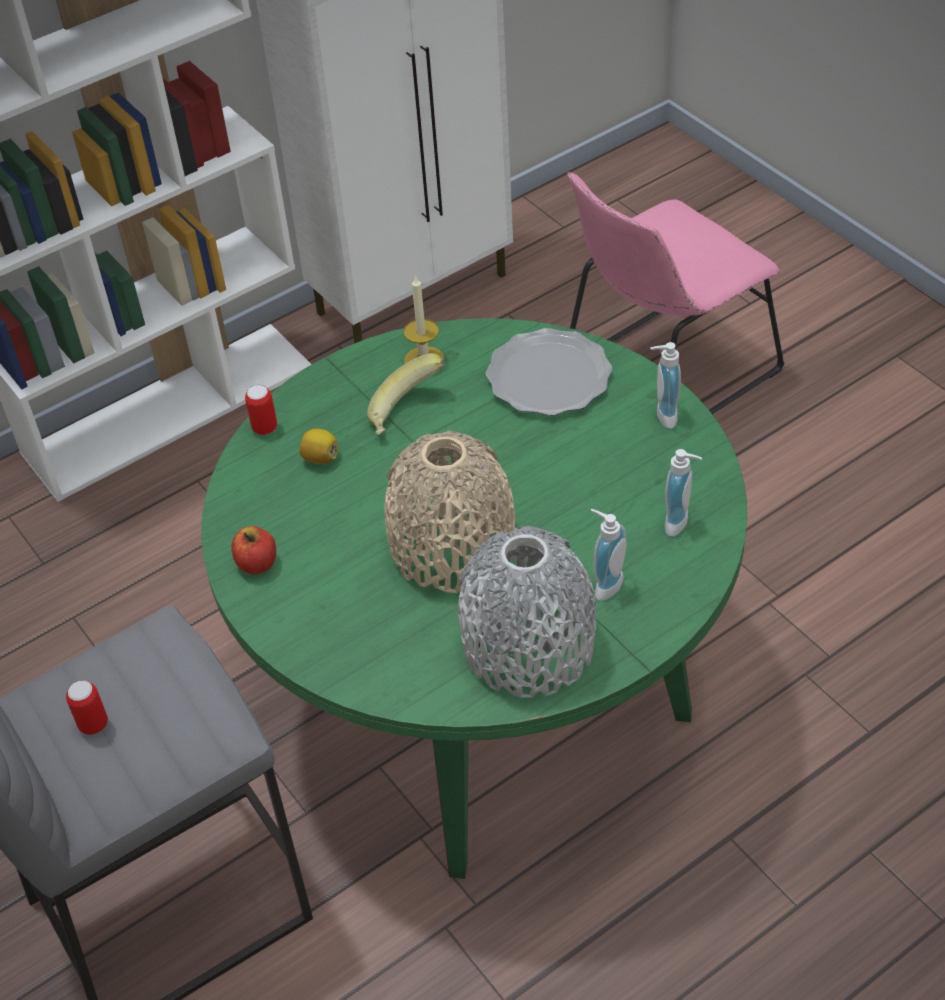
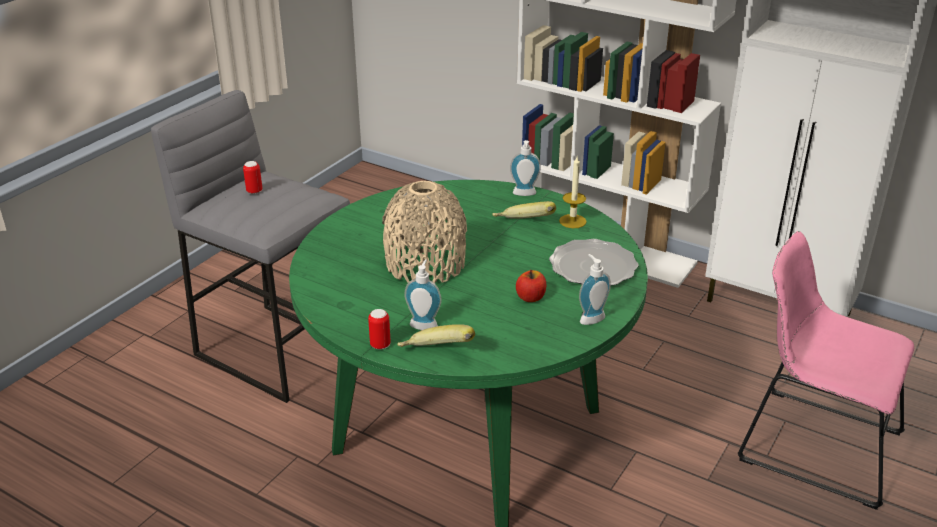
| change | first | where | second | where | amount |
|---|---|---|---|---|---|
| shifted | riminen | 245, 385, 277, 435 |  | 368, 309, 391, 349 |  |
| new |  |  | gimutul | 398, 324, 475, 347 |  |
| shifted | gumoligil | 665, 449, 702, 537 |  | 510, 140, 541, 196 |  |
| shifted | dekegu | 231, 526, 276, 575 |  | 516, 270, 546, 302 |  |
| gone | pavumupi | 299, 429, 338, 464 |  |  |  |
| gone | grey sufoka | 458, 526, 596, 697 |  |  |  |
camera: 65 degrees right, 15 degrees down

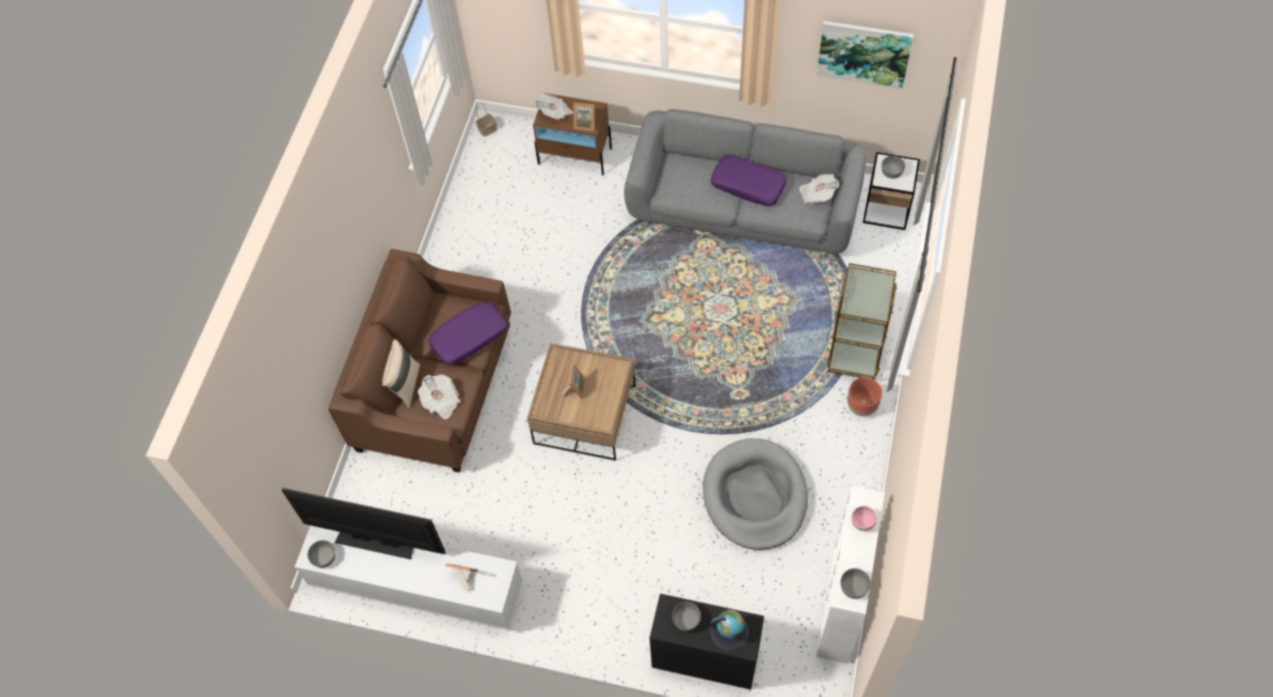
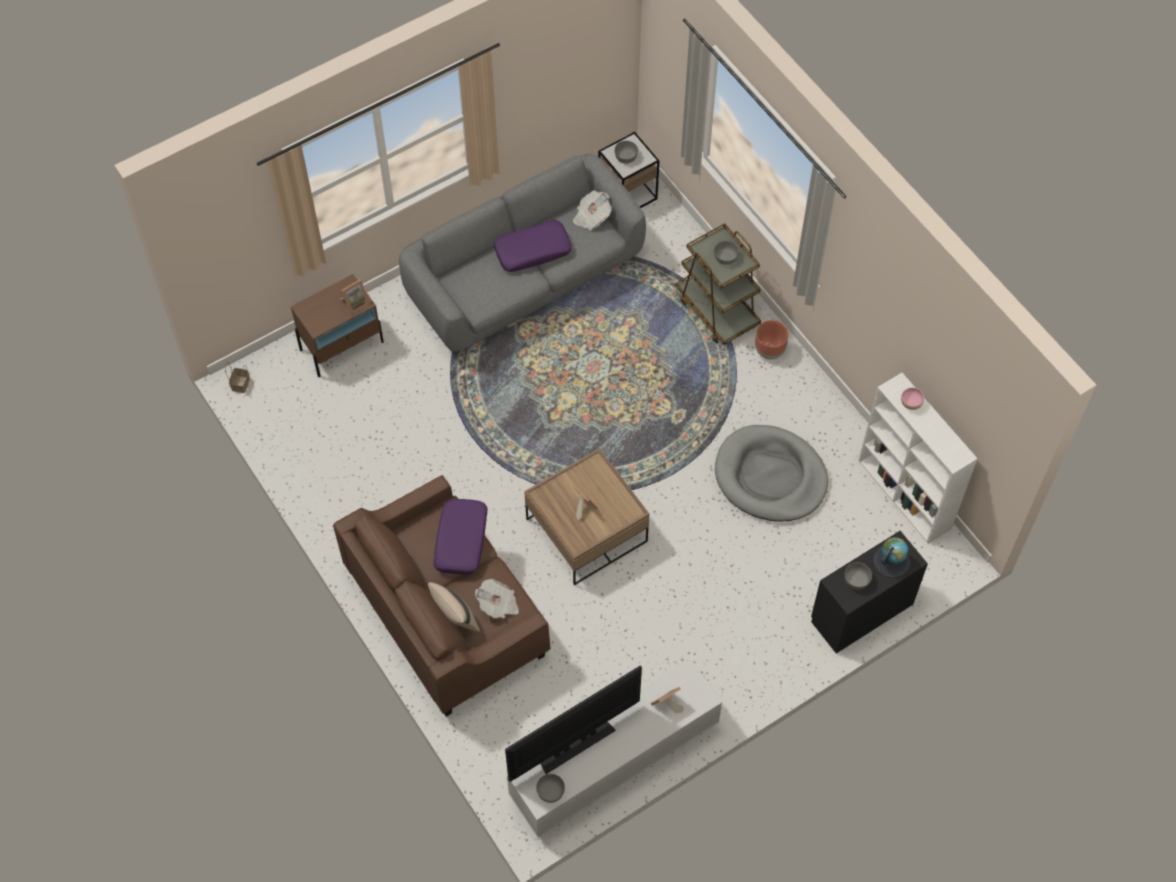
| change | first | where | second | where | amount |
|---|---|---|---|---|---|
| shifted | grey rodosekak | 841, 568, 871, 599 |  | 714, 241, 739, 265 |  |
| gone | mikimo | 534, 93, 573, 120 |  |  |  |
| gone | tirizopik | 817, 21, 914, 89 |  |  |  |
camera: 50 degrees left, 0 degrees up

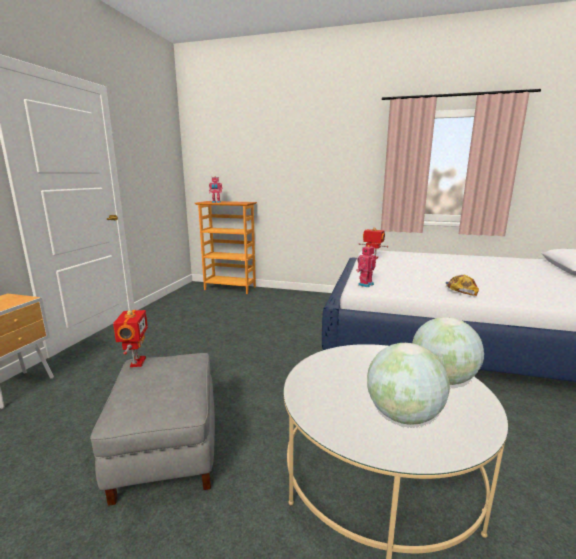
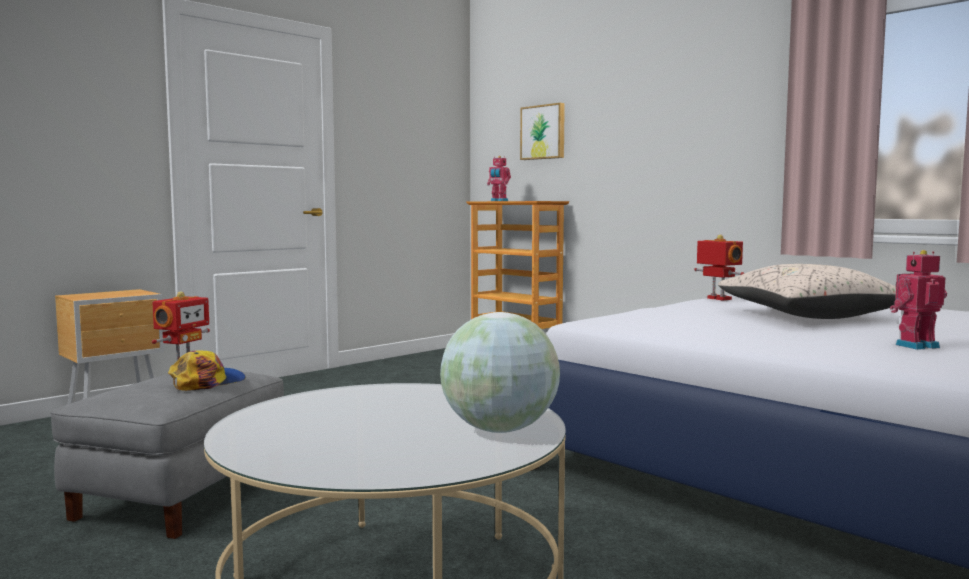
| change | first | where | second | where | amount |
|---|---|---|---|---|---|
| shifted | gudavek | 446, 275, 479, 296 |  | 168, 350, 246, 391 |  |
| new |  |  | tirizopik | 520, 103, 565, 160 |  |
| new |  |  | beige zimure | 718, 264, 896, 319 |  |
| shifted | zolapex | 356, 245, 376, 287 |  | 890, 250, 947, 350 |  |
| gone | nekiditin | 367, 343, 450, 425 |  |  |  |
camera: 30 degrees right, 10 degrees down

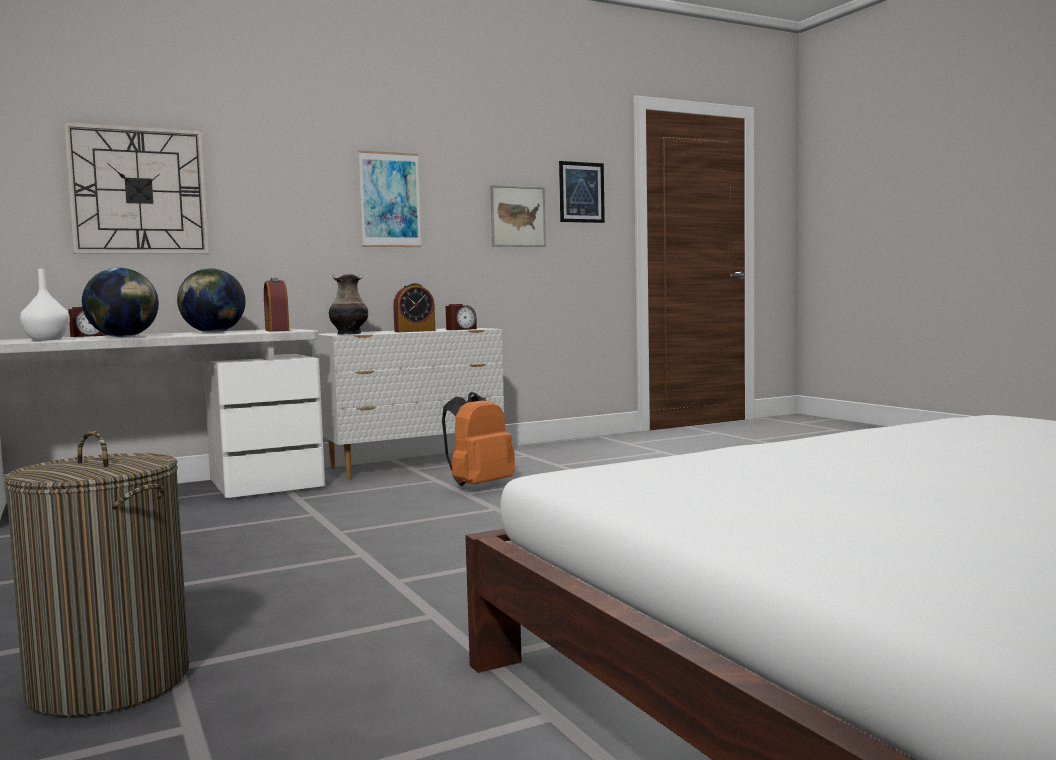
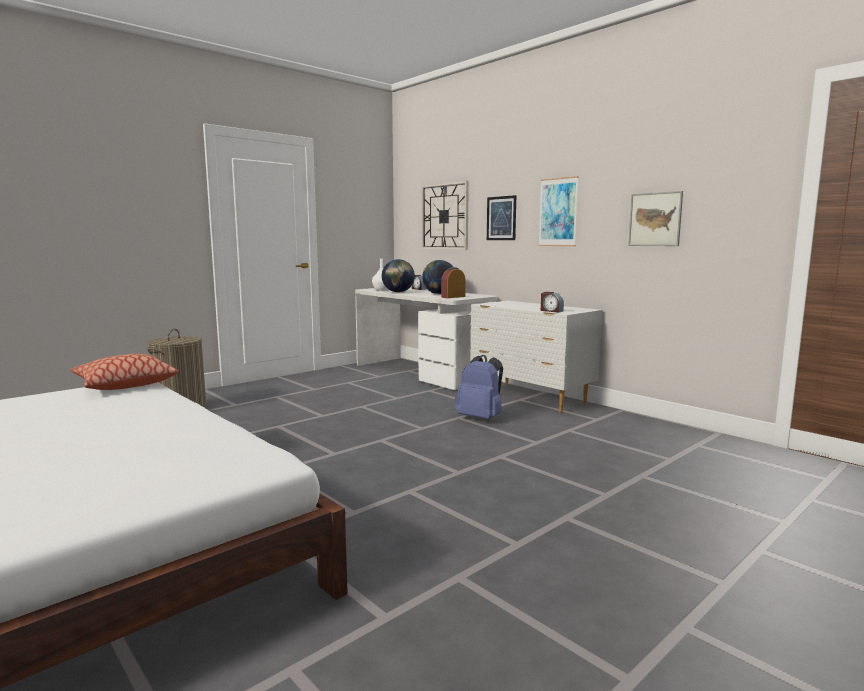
| change | first | where | second | where | amount |
|---|---|---|---|---|---|
| new |  |  | zimure | 71, 354, 179, 390 |  |
| repainted | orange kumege | 442, 392, 515, 486 | blue kumege | 455, 355, 503, 419 |  |
| shifted | tirizopik | 559, 161, 605, 223 |  | 487, 195, 516, 240 |  |
| gone | sufoka | 329, 274, 368, 334 |  |  |  |
| gone | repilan | 393, 283, 435, 332 |  |  |  |
camera: 75 degrees right, 5 degrees up

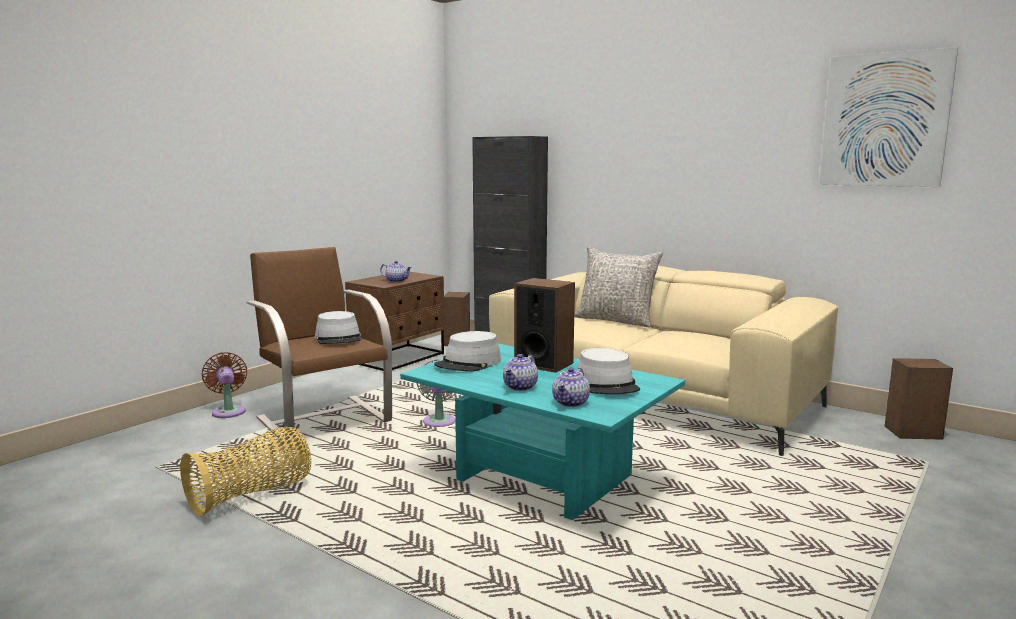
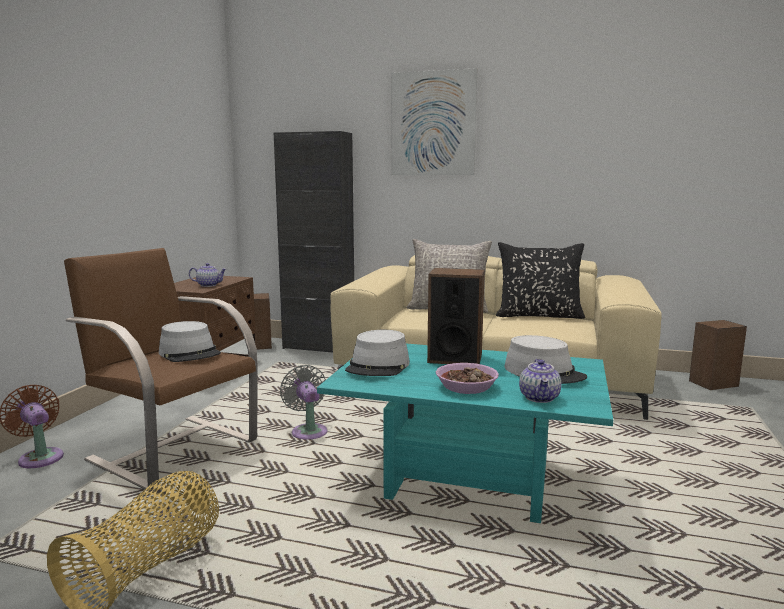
| change | first | where | second | where | amount |
|---|---|---|---|---|---|
| shifted | tirizopik | 819, 47, 958, 187 |  | 391, 68, 477, 175 |  |
| swapped | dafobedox | 503, 354, 538, 391 | rodosekak | 436, 363, 499, 394 |  |
| new |  |  | black zimure | 496, 242, 585, 319 |  |
camera: 20 degrees left, 0 degrees up

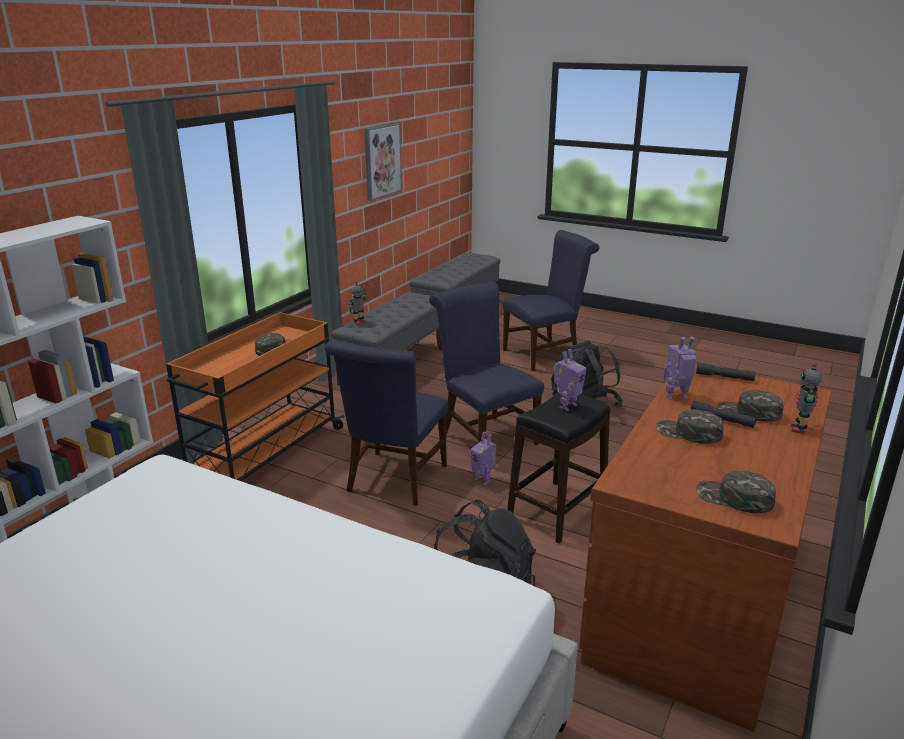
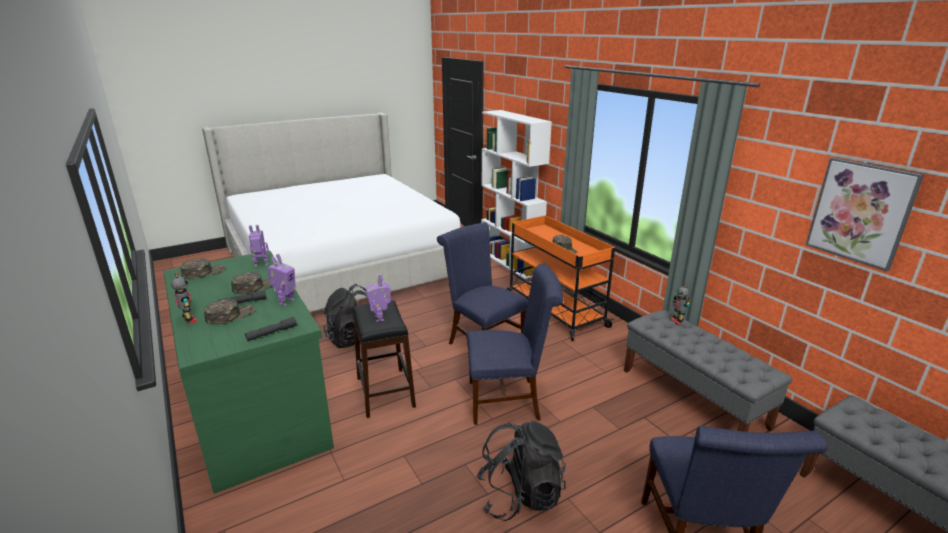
| change | first | where | second | where | amount |
|---|---|---|---|---|---|
| repainted | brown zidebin | 579, 364, 832, 732 | green zidebin | 163, 250, 334, 494 |  |
| shifted | zolapex | 471, 432, 496, 485 |  | 249, 225, 269, 267 |  |
camera: 120 degrees right, 0 degrees up

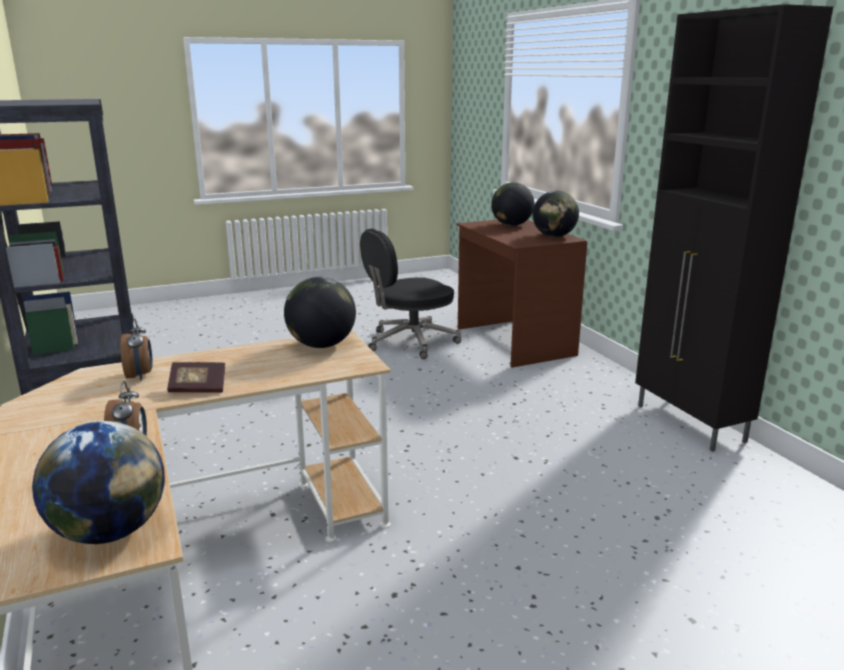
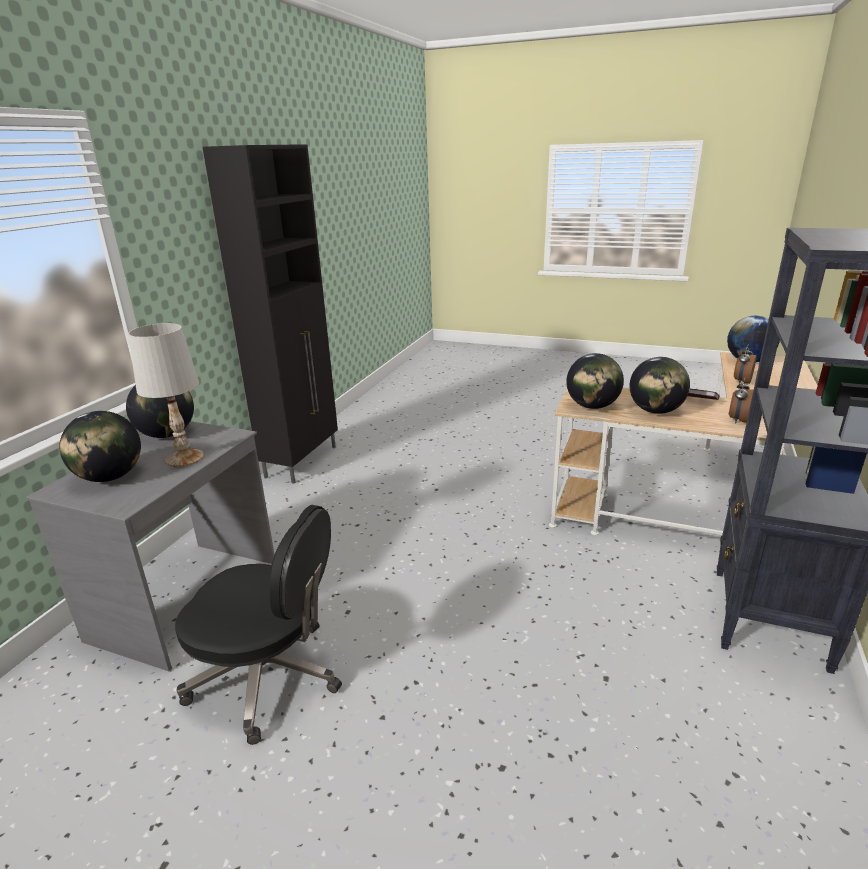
| change | first | where | second | where | amount |
|---|---|---|---|---|---|
| repainted | brown zidebin | 456, 220, 587, 368 | grey zidebin | 26, 421, 275, 671 |  |
| new |  |  | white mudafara | 128, 323, 204, 467 |  |
| new |  |  | nekiditin | 629, 357, 690, 414 |  |
camera: 135 degrees left, 5 degrees up

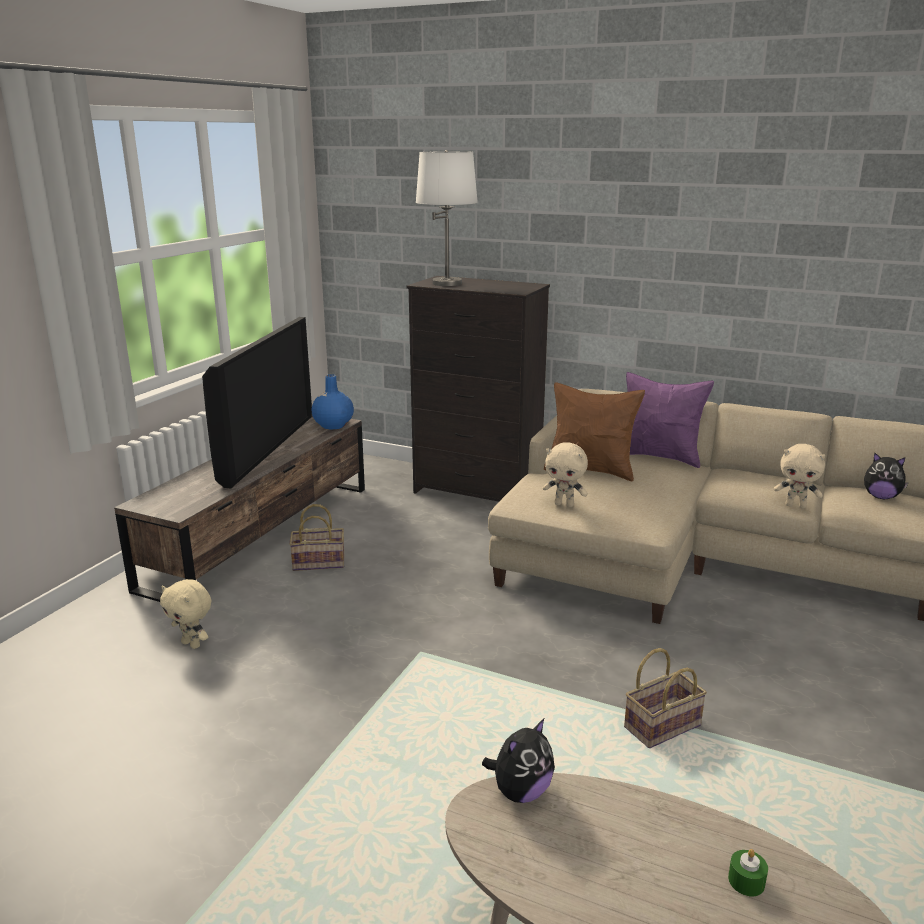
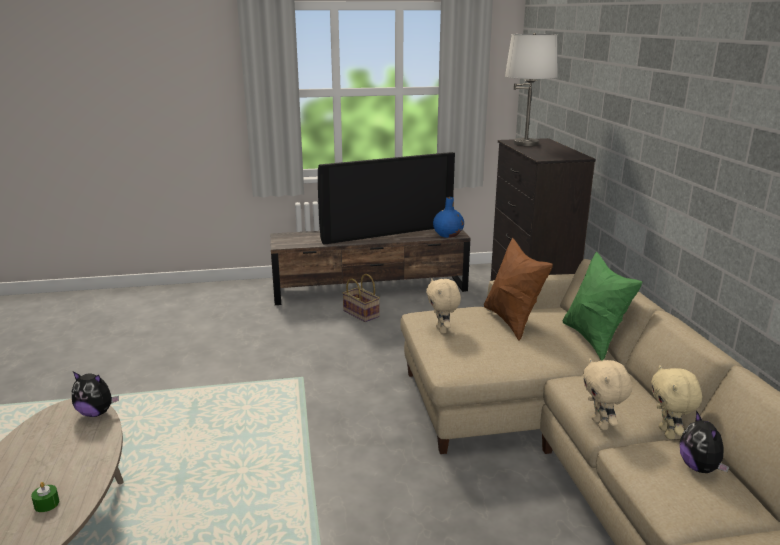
| change | first | where | second | where | amount |
|---|---|---|---|---|---|
| repainted | purple zimure | 626, 372, 714, 468 | green zimure | 563, 251, 642, 361 |  |
| shifted | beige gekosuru | 160, 579, 211, 649 |  | 651, 365, 702, 439 |  |
| gone | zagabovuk | 624, 648, 707, 748 |  |  |  |
camera: 55 degrees right, 0 degrees up

